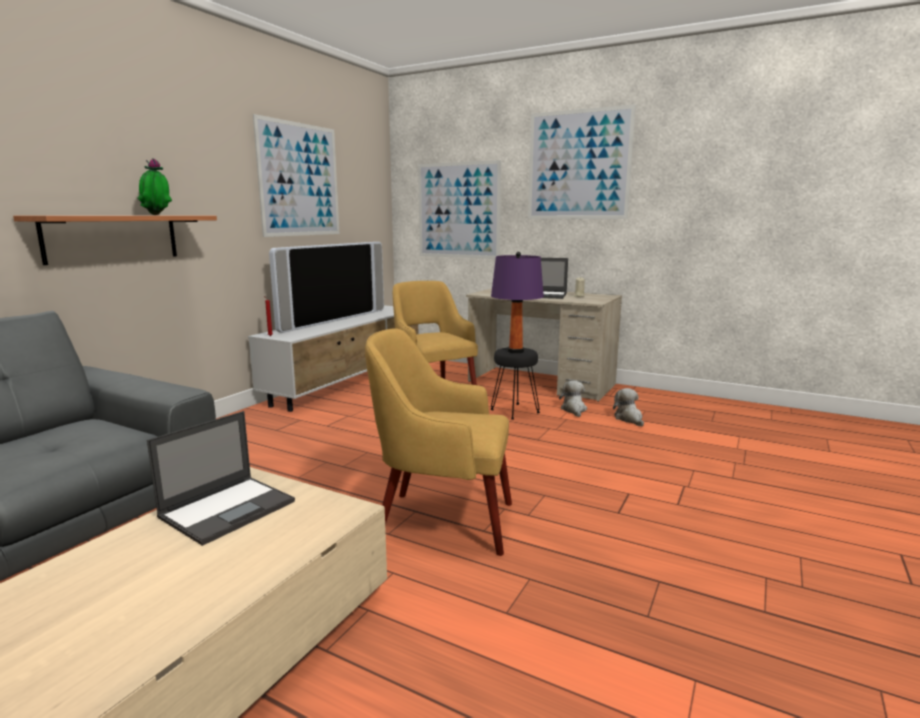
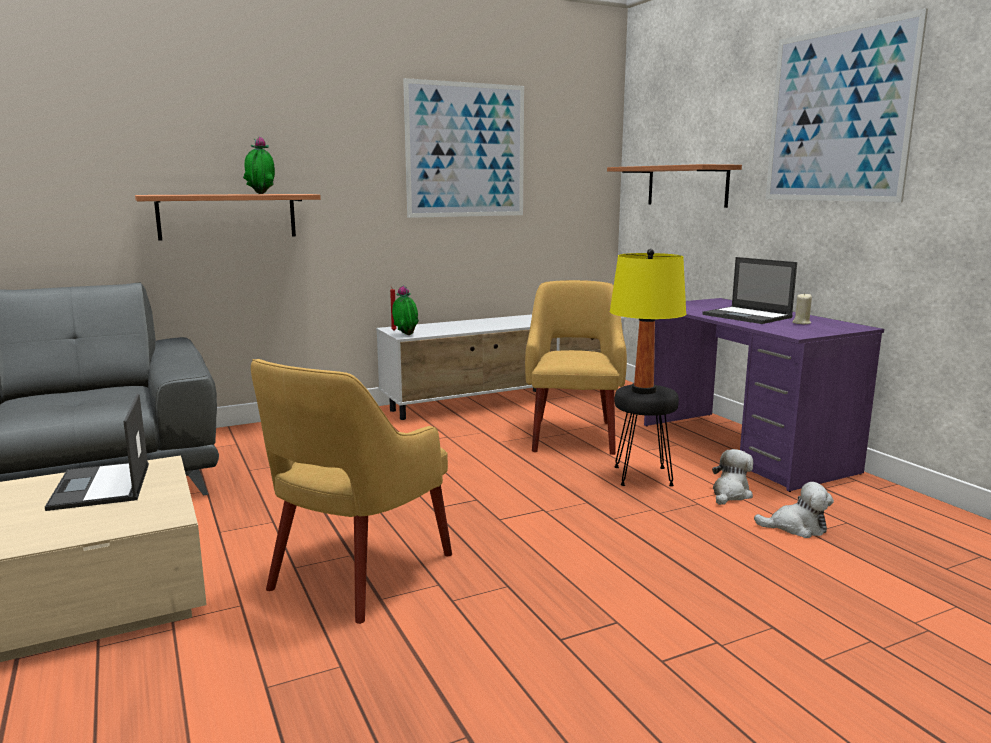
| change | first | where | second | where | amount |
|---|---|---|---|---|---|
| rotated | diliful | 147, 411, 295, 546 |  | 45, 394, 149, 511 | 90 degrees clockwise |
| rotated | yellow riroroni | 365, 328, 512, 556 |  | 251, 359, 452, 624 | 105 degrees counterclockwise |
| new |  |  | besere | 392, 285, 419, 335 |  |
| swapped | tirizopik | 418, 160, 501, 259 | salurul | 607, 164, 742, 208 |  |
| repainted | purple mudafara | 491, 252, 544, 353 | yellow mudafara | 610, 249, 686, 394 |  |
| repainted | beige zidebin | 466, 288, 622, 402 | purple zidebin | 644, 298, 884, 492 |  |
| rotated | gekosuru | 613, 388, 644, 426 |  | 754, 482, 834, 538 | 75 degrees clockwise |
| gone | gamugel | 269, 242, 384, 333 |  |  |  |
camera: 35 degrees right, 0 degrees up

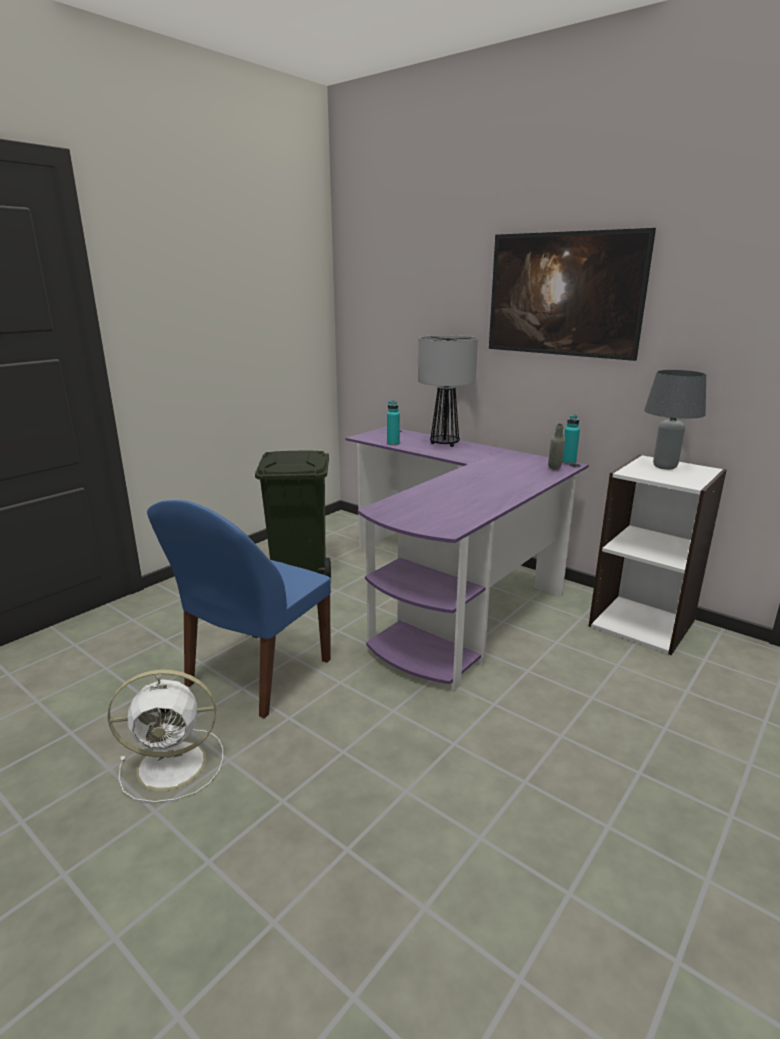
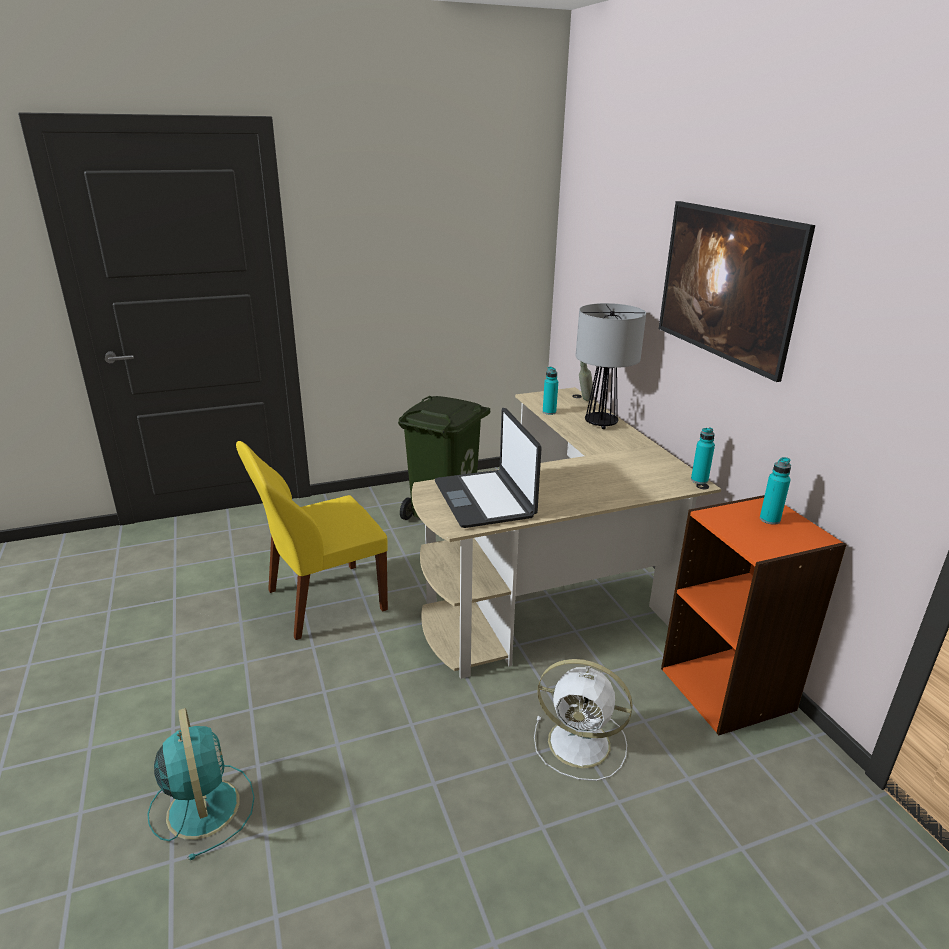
| change | first | where | second | where | amount |
|---|---|---|---|---|---|
| new |  |  | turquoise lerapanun | 147, 708, 255, 860 |  |
| repainted | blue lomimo | 147, 500, 331, 718 | yellow lomimo | 236, 441, 388, 640 |  |
| repainted | purple zidebin | 346, 426, 589, 690 | beige zidebin | 412, 387, 721, 679 |  |
| new |  |  | diliful | 435, 408, 542, 528 |  |
| shifted | white lerapanun | 108, 669, 223, 803 |  | 534, 659, 633, 781 |  |
| shifted | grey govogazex | 548, 423, 565, 470 |  | 579, 362, 594, 401 |  |
| repainted | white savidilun | 589, 455, 727, 655 | orange savidilun | 661, 495, 847, 735 |  |
| swapped | grey mudafara | 644, 369, 706, 470 | turquoise govogazex | 760, 457, 791, 525 |  |
camera: 30 degrees right, 5 degrees up

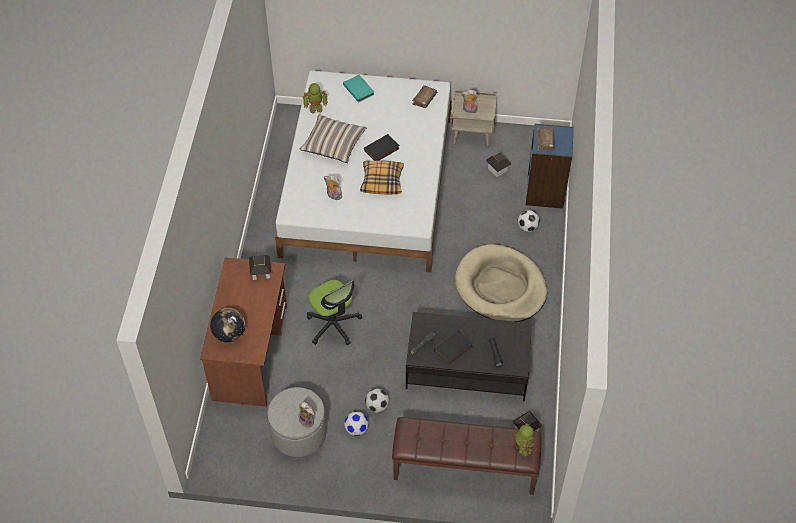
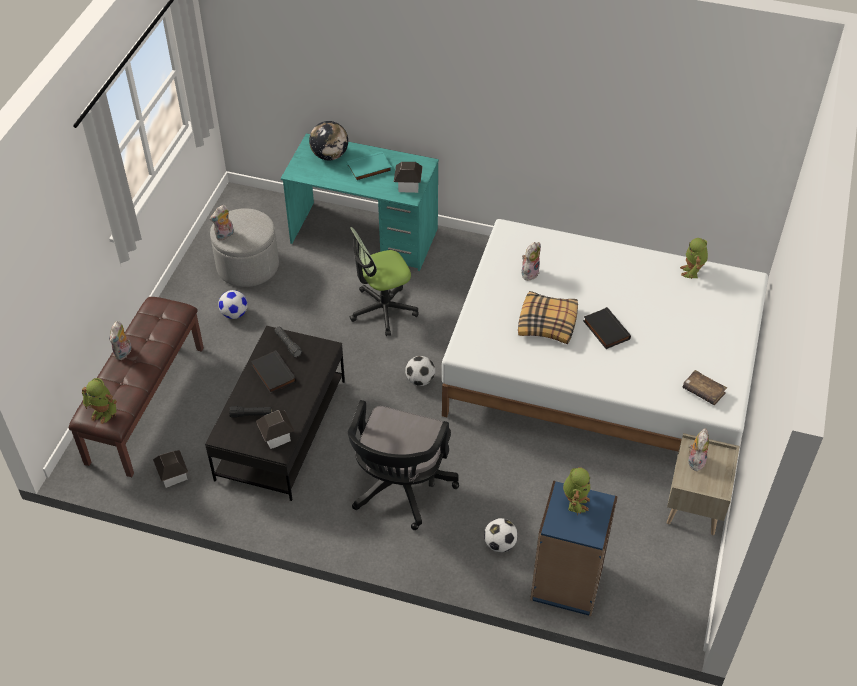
| change | first | where | second | where | amount |
|---|---|---|---|---|---|
| new |  |  | gekosuru | 109, 321, 131, 360 |  |
| shifted | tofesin | 486, 152, 512, 177 |  | 256, 410, 294, 449 |  |
| repainted | brown zidebin | 200, 257, 287, 406 | turquoise zidebin | 281, 133, 439, 271 |  |
| shifted | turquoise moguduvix | 343, 75, 375, 102 |  | 347, 152, 392, 181 |  |
| swapped | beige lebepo | 455, 244, 547, 322 | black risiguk | 348, 400, 459, 530 |  |
| shifted | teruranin | 365, 388, 389, 413 |  | 405, 356, 435, 386 |  |
| swapped | brown moguduvix | 537, 128, 555, 151 | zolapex | 563, 467, 590, 515 |  |
| gone | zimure | 300, 115, 366, 163 |  |  |  |
camera: 100 degrees right, 5 degrees down

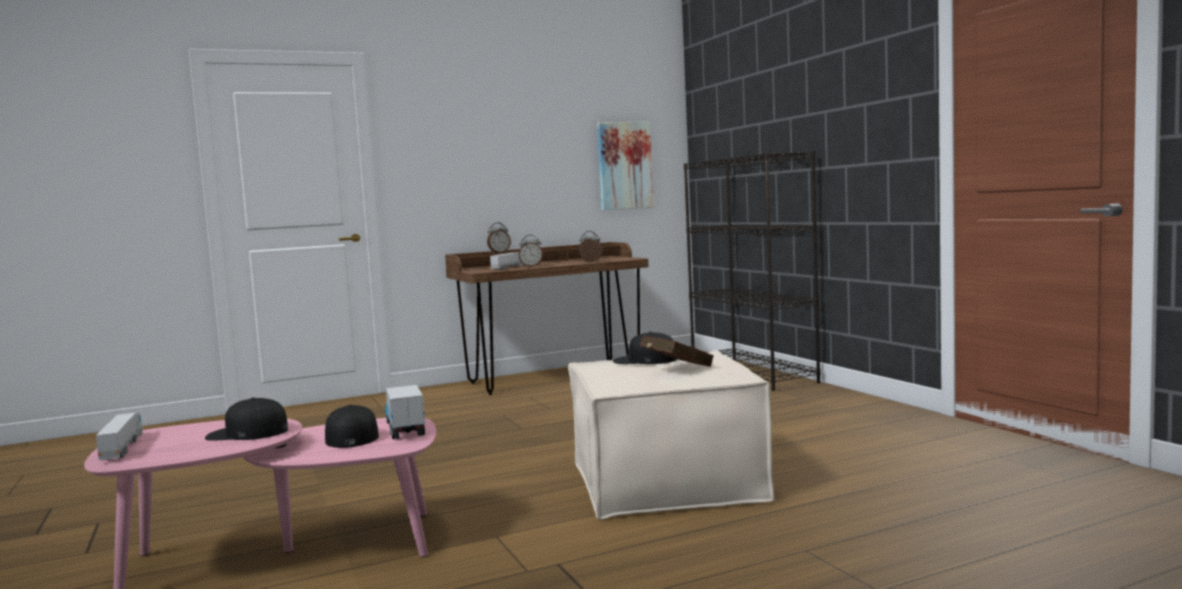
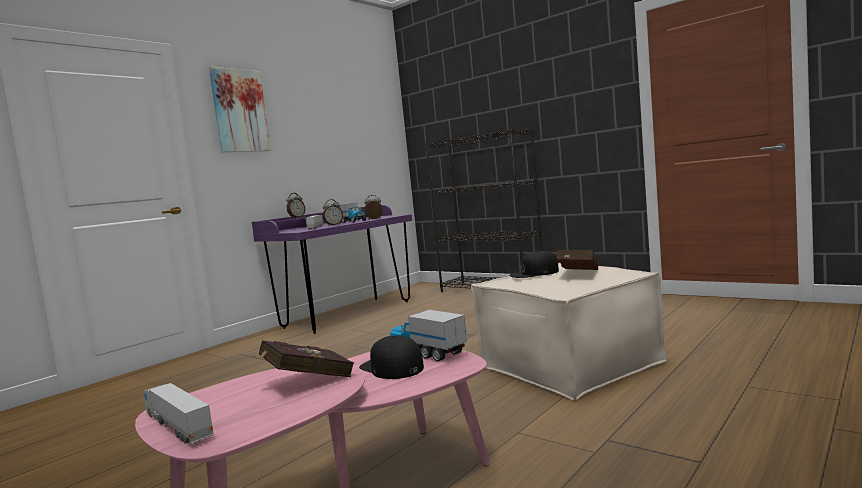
| change | first | where | second | where | amount |
|---|---|---|---|---|---|
| shifted | tirizopik | 597, 122, 654, 210 |  | 209, 67, 271, 153 |  |
| repainted | brown zidebin | 445, 242, 649, 395 | purple zidebin | 252, 205, 412, 334 |  |
| swapped | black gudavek | 205, 397, 288, 441 | red moguduvix | 252, 341, 354, 377 |  |
| new |  |  | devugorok | 340, 203, 366, 223 |  |
camera: 25 degrees left, 0 degrees up

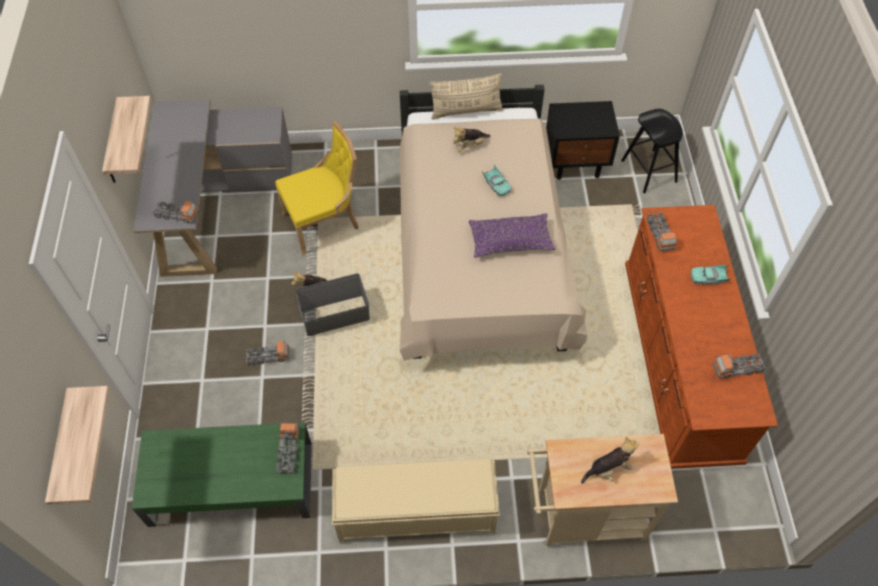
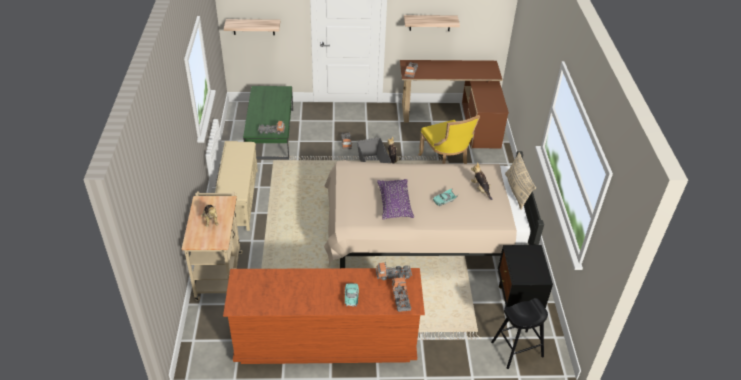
| change | first | where | second | where | amount |
|---|---|---|---|---|---|
| shifted | devugorok | 712, 354, 766, 378 |  | 392, 277, 411, 312 |  |
| repainted | grey zidebin | 133, 100, 292, 277 | brown zidebin | 400, 60, 509, 148 |  |
camera: 90 degrees right, 15 degrees down

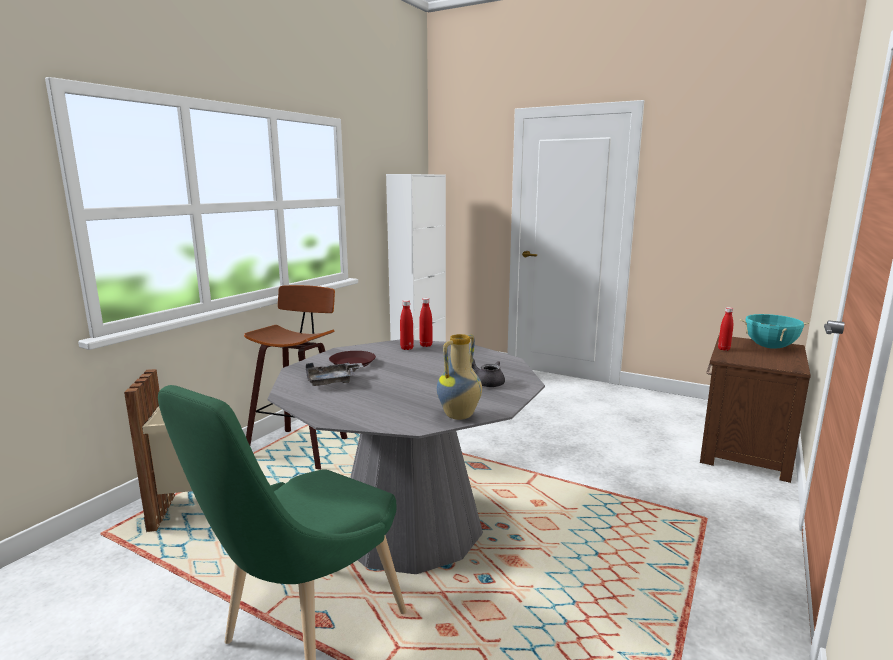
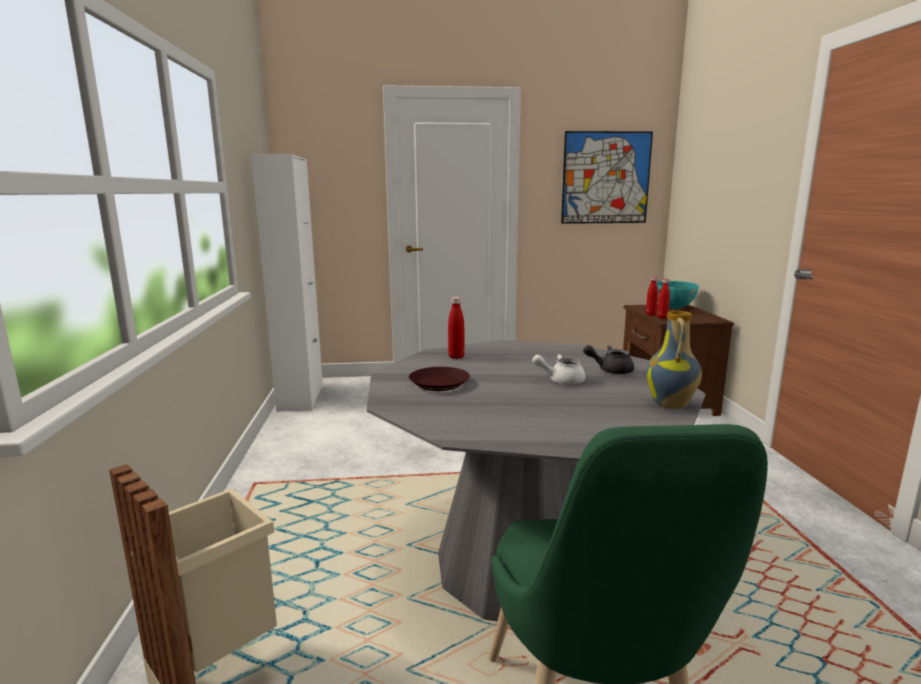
| change | first | where | second | where | amount |
|---|---|---|---|---|---|
| new |  |  | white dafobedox | 532, 354, 586, 385 |  |
| new |  |  | tirizopik | 561, 131, 653, 224 |  |
| shifted | red govogazex | 419, 298, 433, 347 |  | 657, 279, 670, 319 |  |
| gone | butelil | 244, 285, 348, 470 |  |  |  |
| gone | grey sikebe | 306, 363, 363, 386 |  |  |  |
camera: 35 degrees left, 0 degrees up

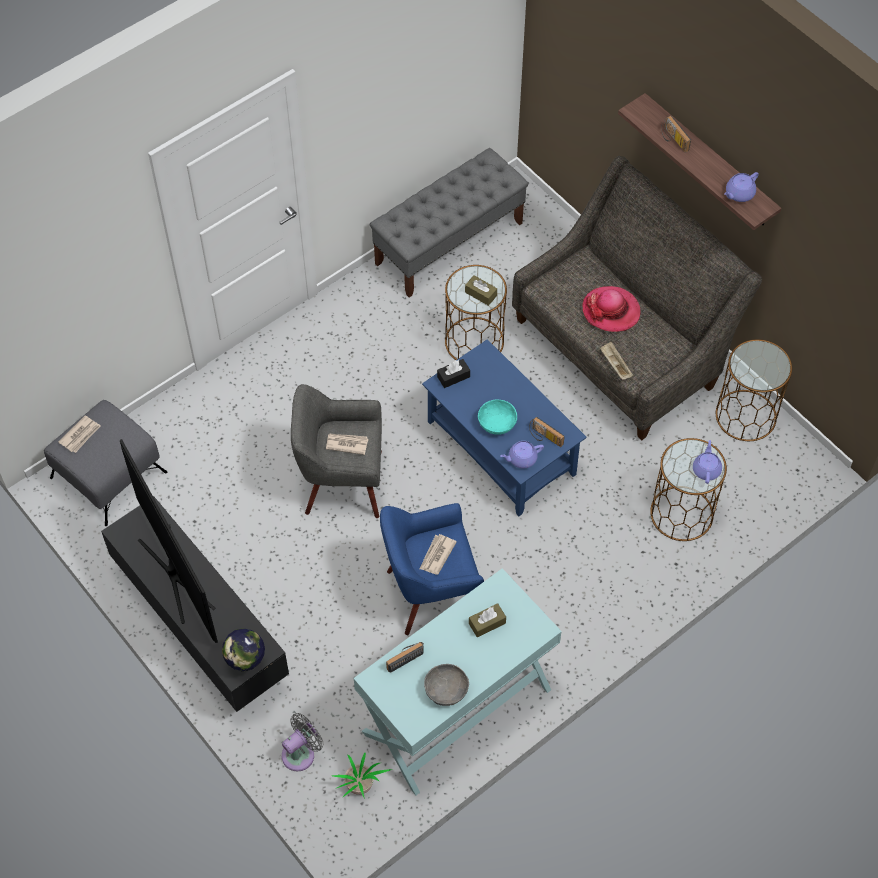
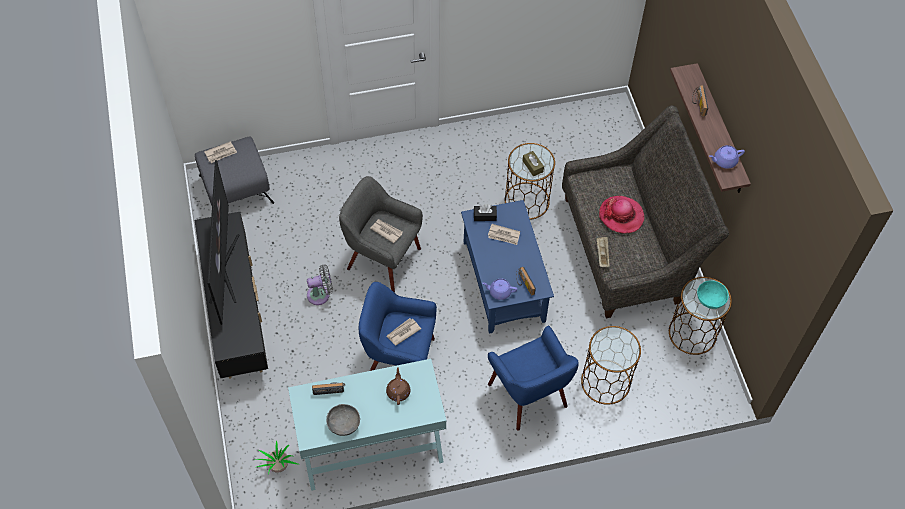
| change | first | where | second | where | amount |
|---|---|---|---|---|---|
| shifted | grey lerapanun | 282, 713, 323, 772 |  | 307, 264, 333, 305 |  |
| swapped | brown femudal | 469, 603, 506, 637 | brown dafobedox | 386, 367, 410, 405 |  |
| new |  |  | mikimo | 488, 224, 520, 245 |  |
| new |  |  | blue riroroni | 488, 325, 579, 431 |  |
| shifted | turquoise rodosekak | 478, 400, 517, 435 |  | 697, 280, 729, 309 |  |
| gone | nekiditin | 222, 628, 265, 672 |  |  |  |
| gone | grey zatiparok | 370, 148, 528, 297 |  |  |  |
| gone | purple dafobedox | 693, 440, 722, 484 |  |  |  |
camera: 25 degrees right, 0 degrees up

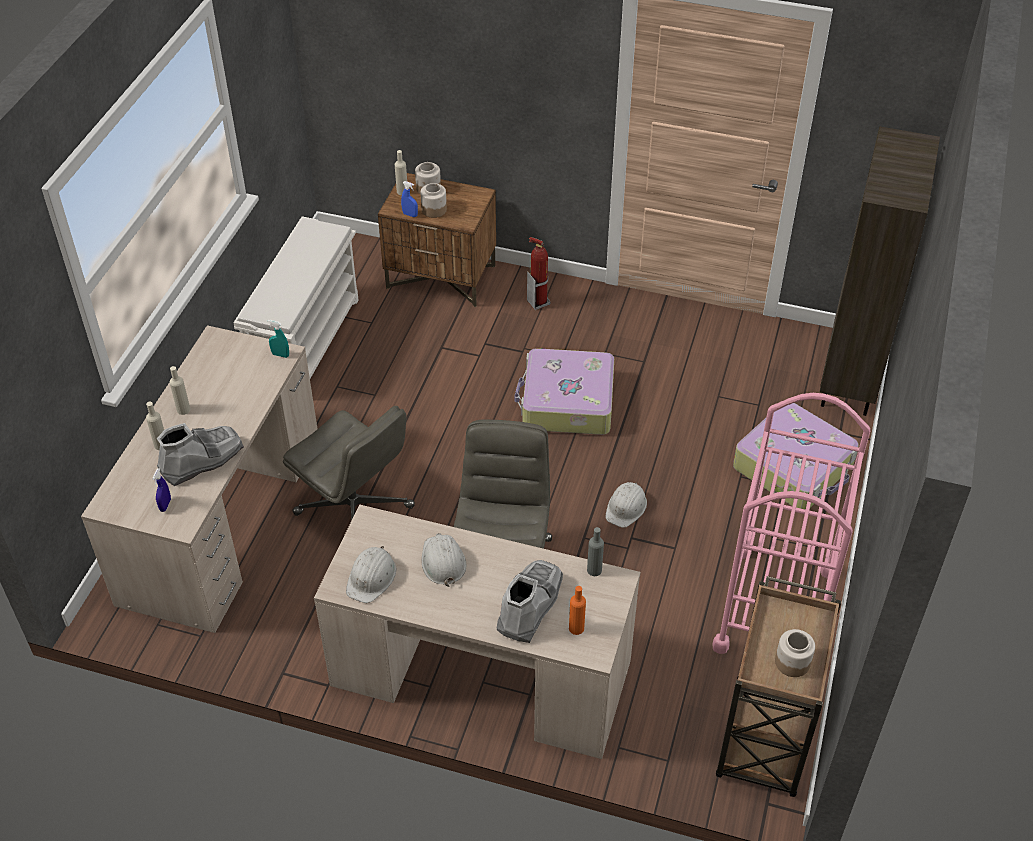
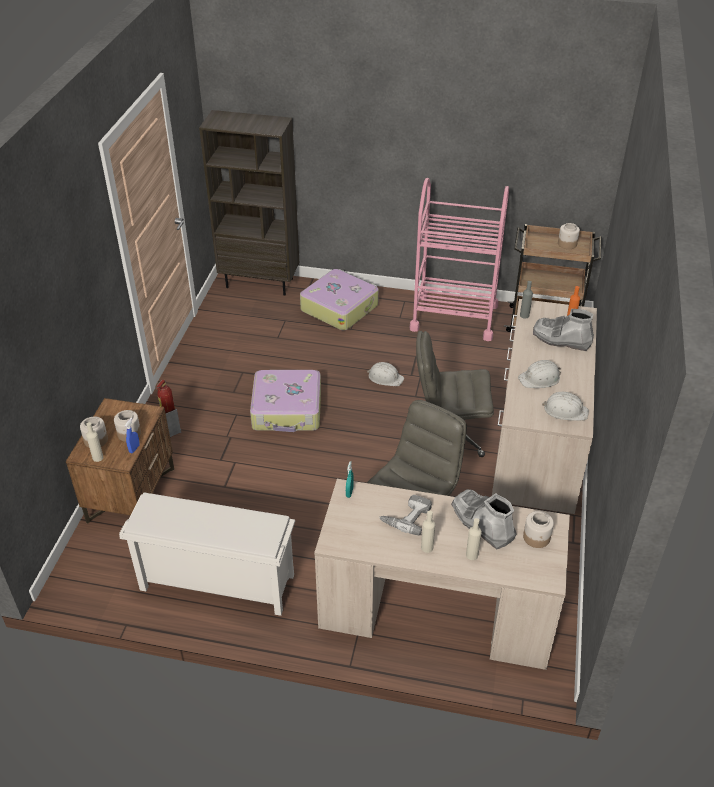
| change | first | where | second | where | amount |
|---|---|---|---|---|---|
| new |  |  | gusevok | 379, 495, 432, 535 |  |
| swapped | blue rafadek | 152, 468, 171, 512 | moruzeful | 523, 511, 554, 548 |  |
camera: 95 degrees left, 5 degrees down

